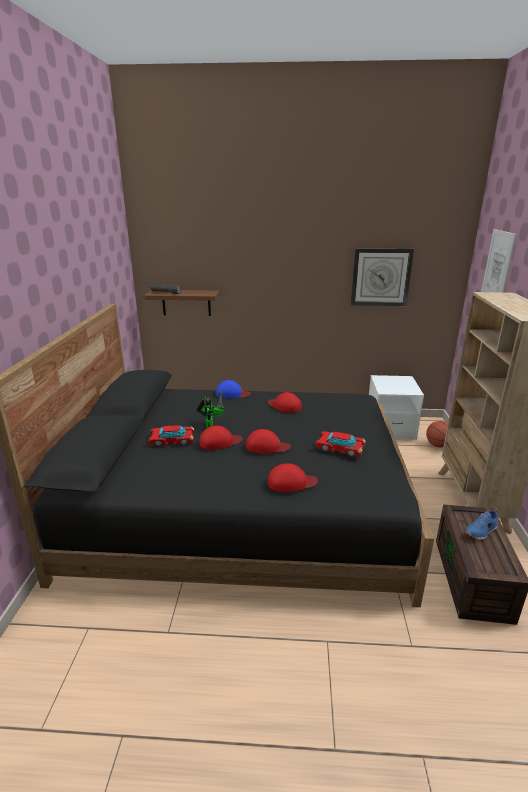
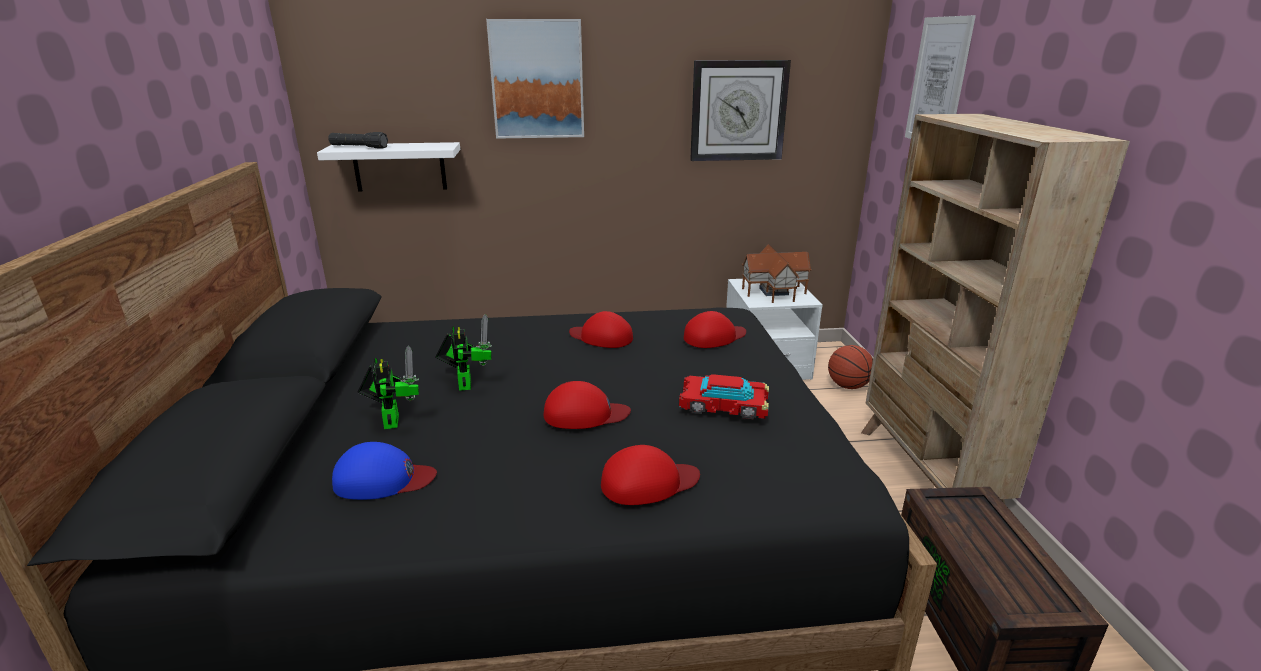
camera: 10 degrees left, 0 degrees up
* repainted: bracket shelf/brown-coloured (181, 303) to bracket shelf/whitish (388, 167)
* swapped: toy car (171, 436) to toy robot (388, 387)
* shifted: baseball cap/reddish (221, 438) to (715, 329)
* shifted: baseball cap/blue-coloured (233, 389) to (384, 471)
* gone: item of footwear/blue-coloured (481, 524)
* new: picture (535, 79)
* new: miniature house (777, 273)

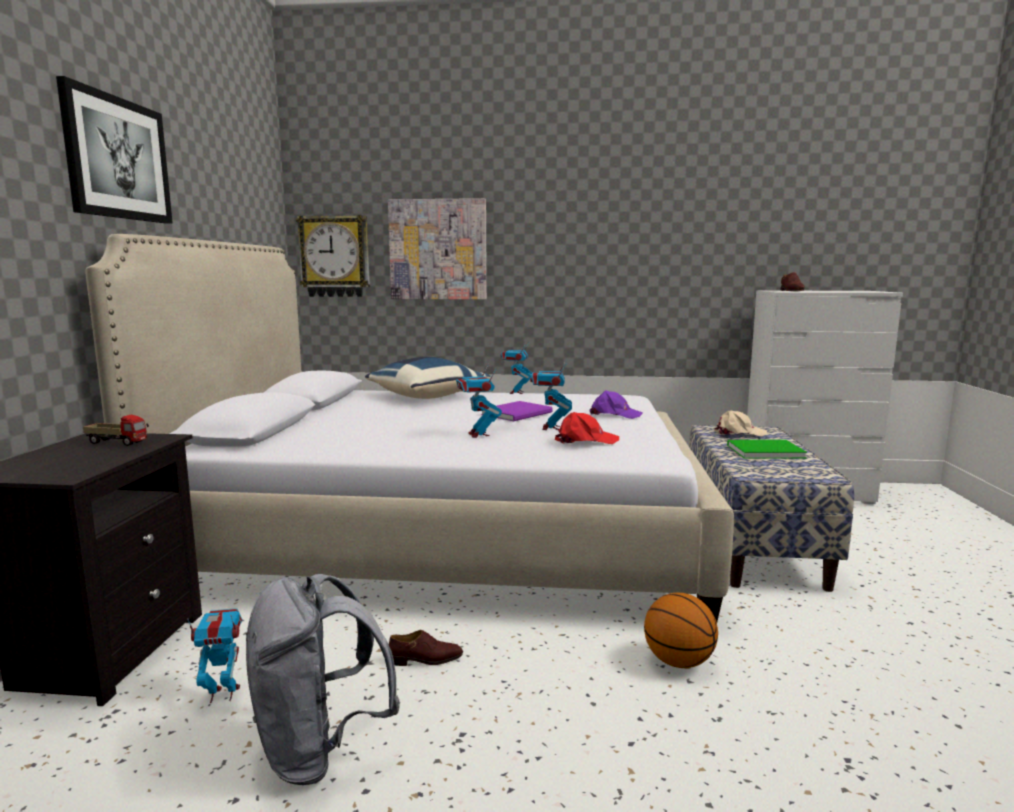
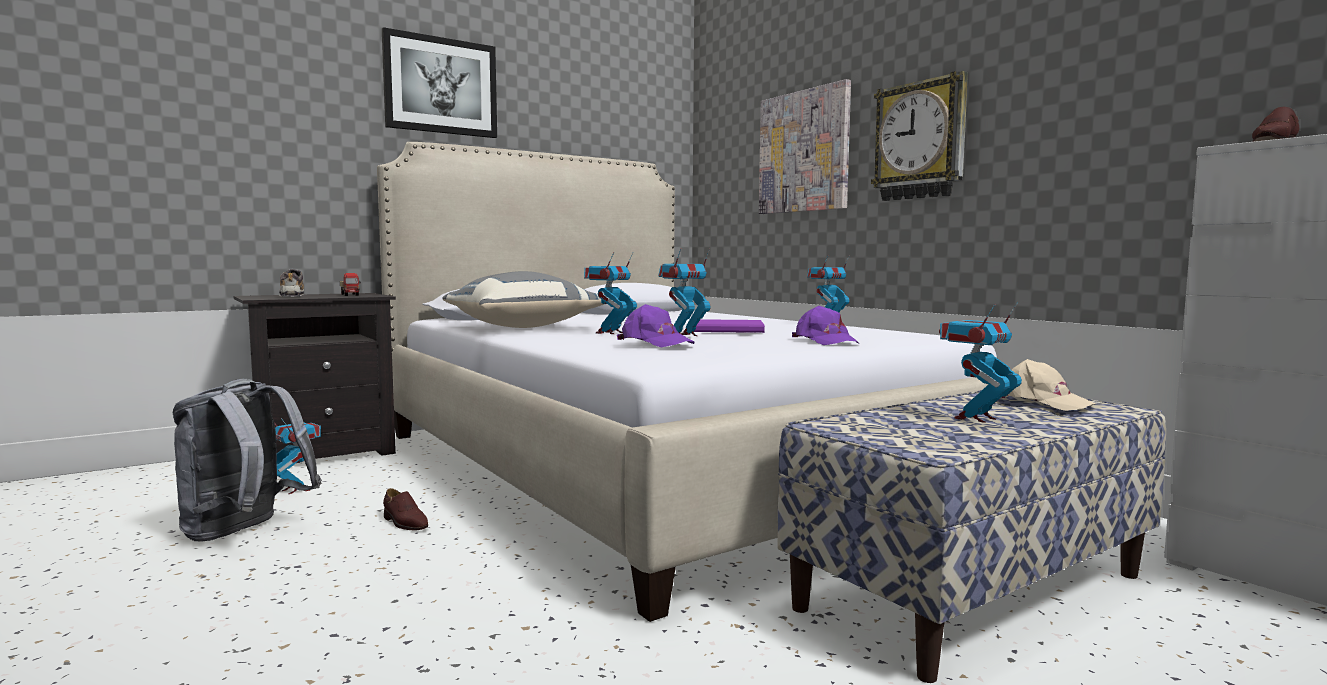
camera: 50 degrees right, 5 degrees down
* shifted: wall clock (333, 256) to (919, 136)
* gone: cushion/blue-coloured (427, 378)
* repainted: baseball cap/reddish (587, 428) to baseball cap/purple (655, 325)
* gone: basketball ball (681, 630)
* swapped: bound book/green (767, 449) to toy robot (980, 362)
* new: item of footwear (291, 283)
* new: cushion/grey (523, 299)

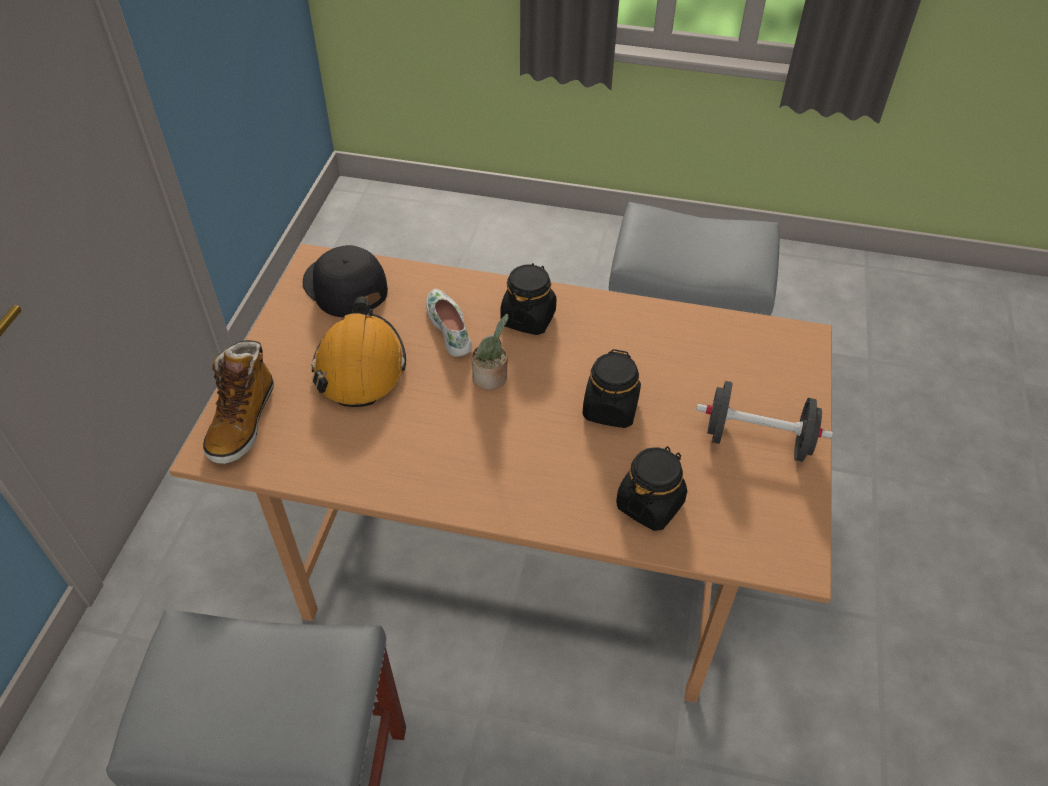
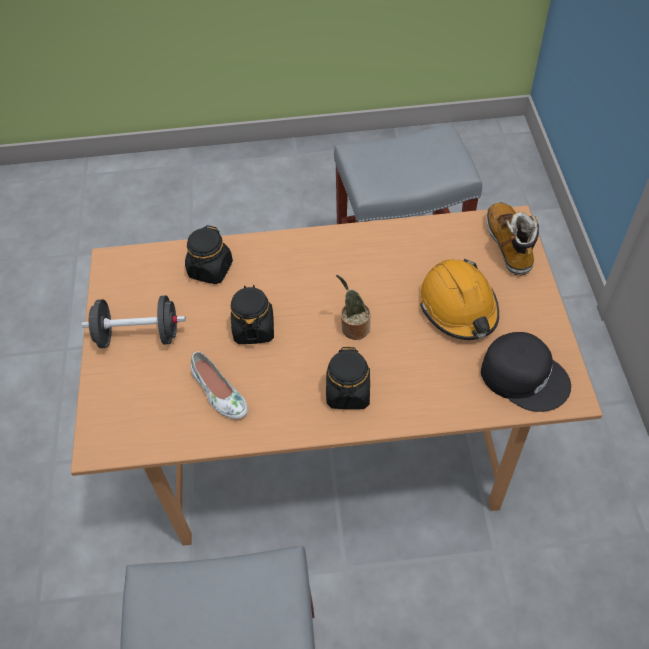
camera: 165 degrees right, 5 degrees up
* shifted: item of footwear/whitish (449, 323) to (219, 385)

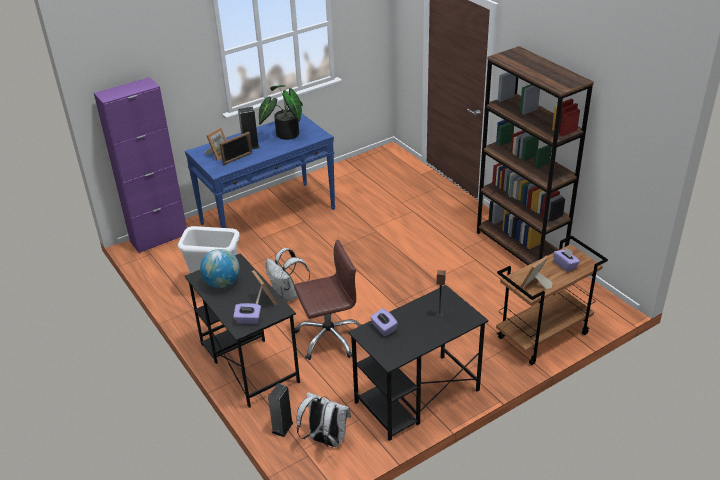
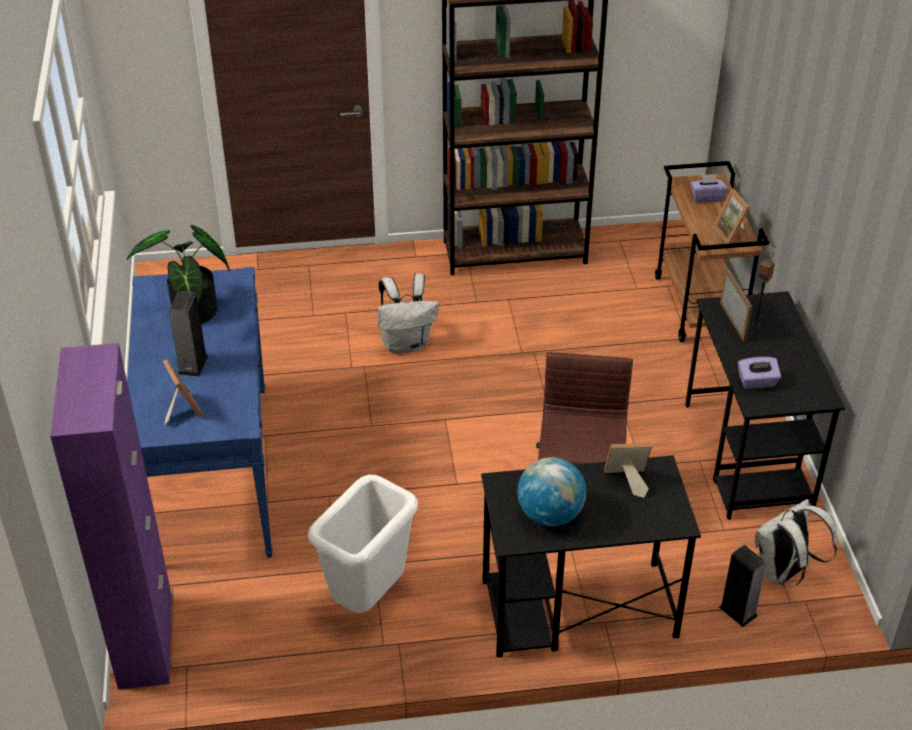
camera: 65 degrees left, 5 degrees up
* shifted: photo frame (236, 148) to (736, 305)
* gone: tissue box/purple (247, 313)
* shifted: backpack/whitish (288, 275) to (408, 314)

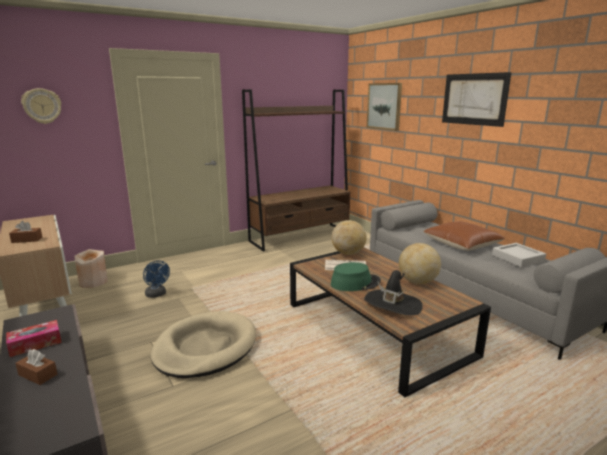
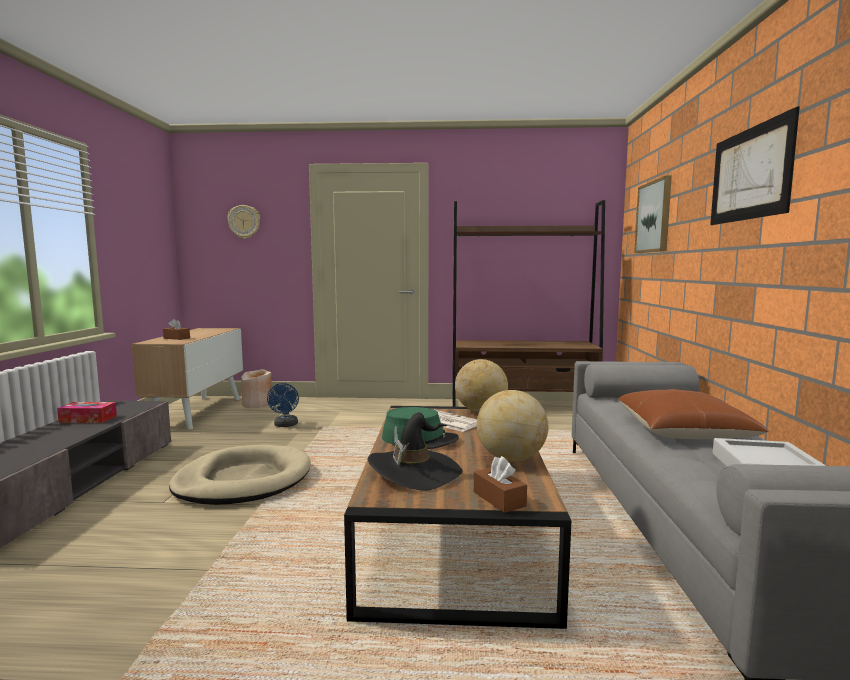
camera: 35 degrees right, 10 degrees down
* shifted: tissue box/brown-coloured (36, 367) to (500, 484)

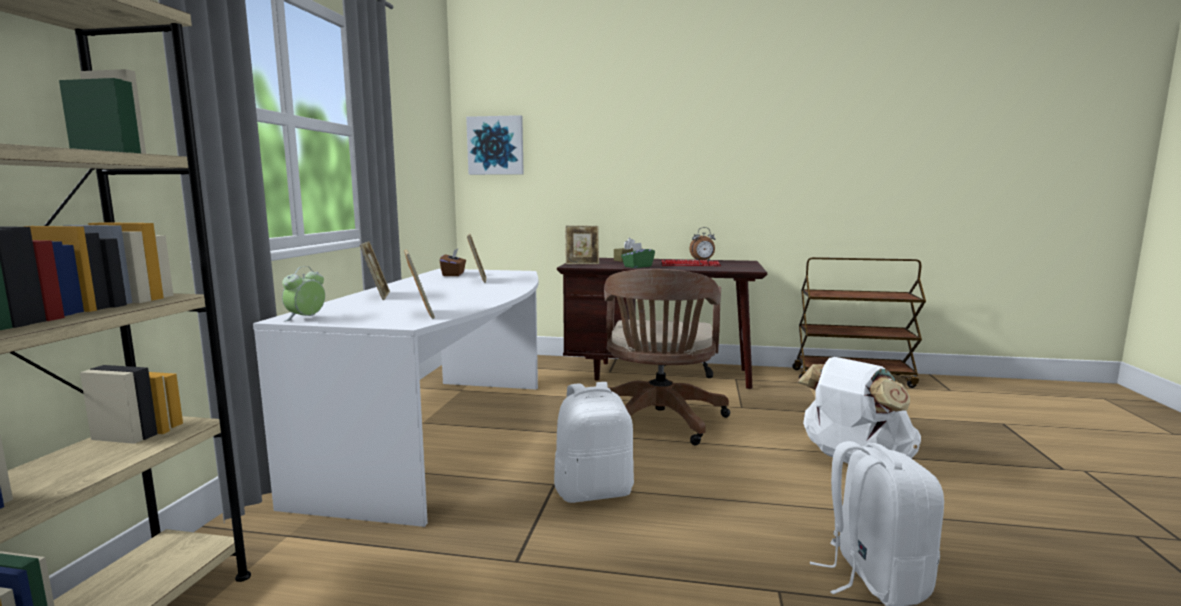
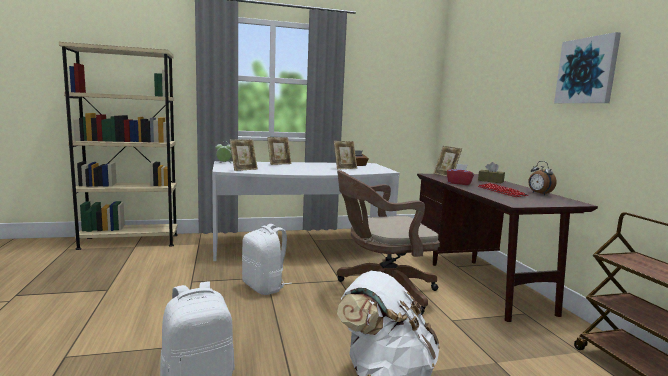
camera: 65 degrees right, 0 degrees up
* shifted: picture (495, 145) to (587, 67)
* repainted: tissue box/green (638, 255) to tissue box/reddish (460, 174)

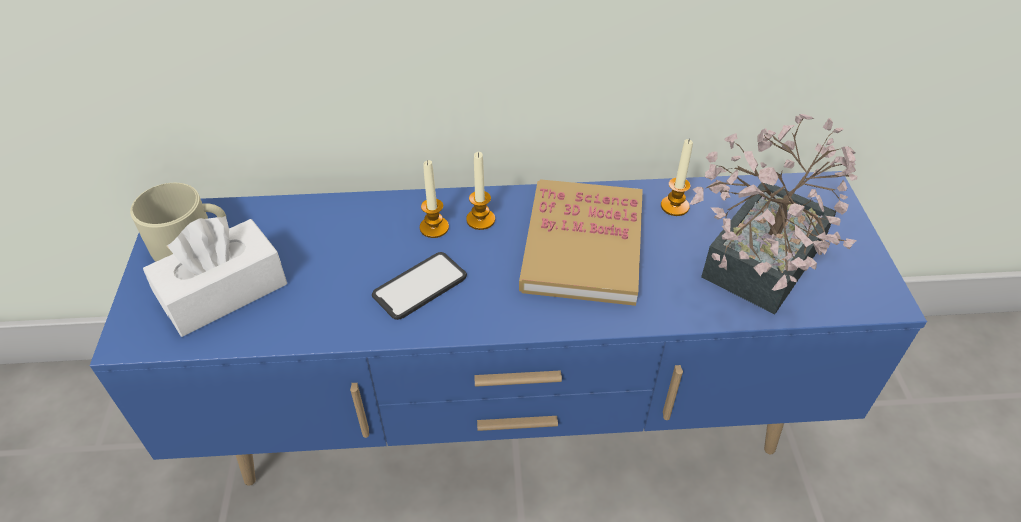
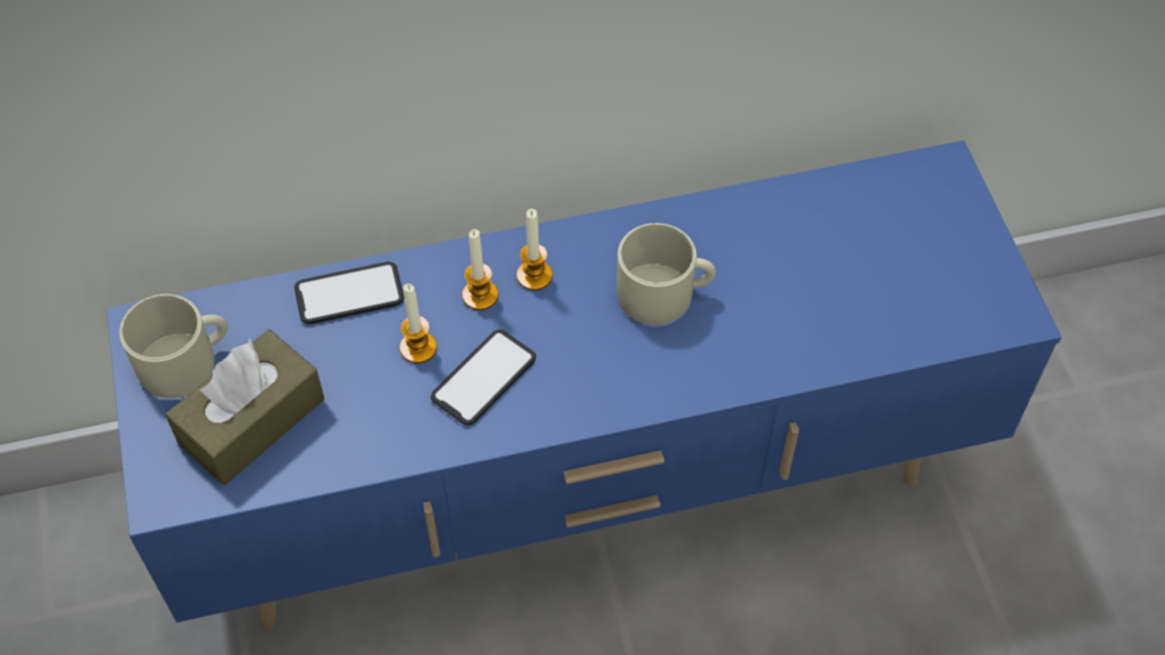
camera: 10 degrees left, 10 degrees up
* repainted: tissue box/whitish (215, 276) to tissue box/brown-coloured (244, 407)
* swapped: bound book (581, 242) to coffee mug/beige-coloured (666, 274)
* shifted: wax light (677, 177) to (418, 323)
* gone: potted plant (773, 214)
* new: handset (349, 293)

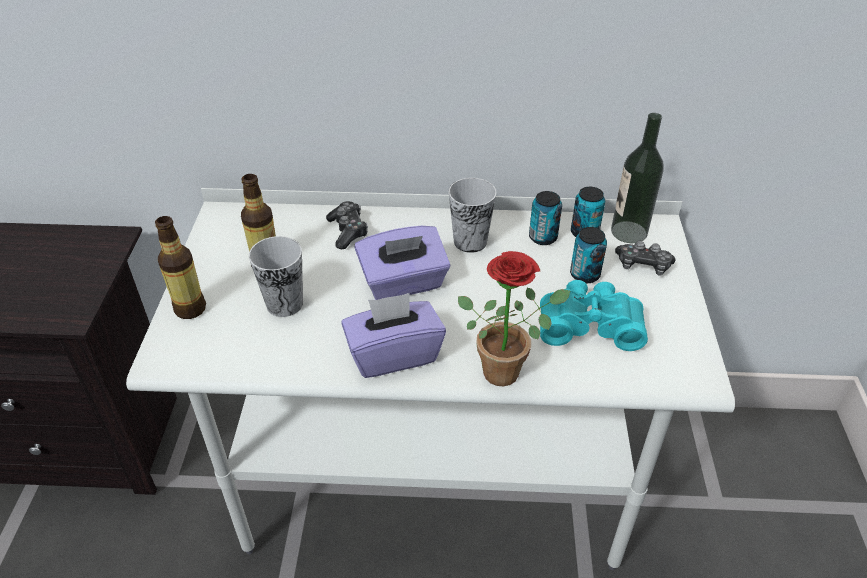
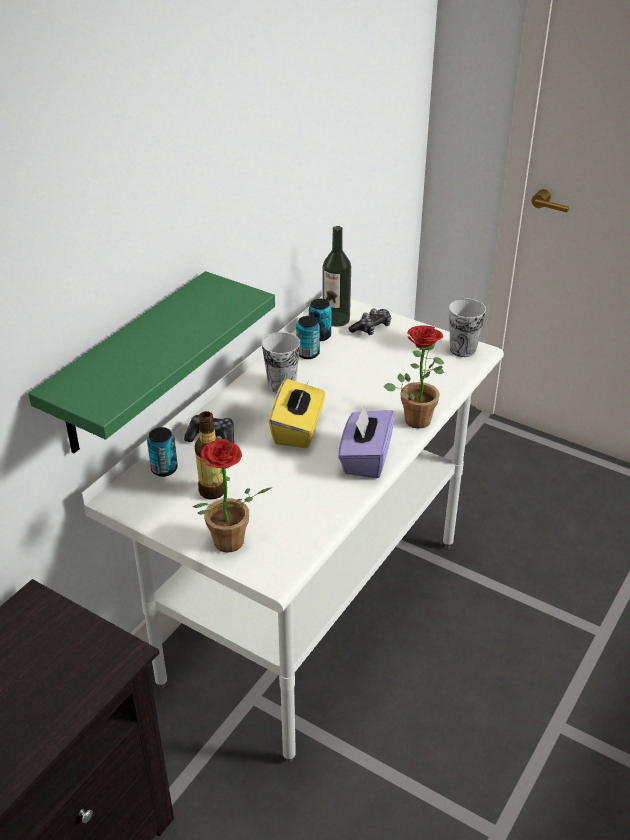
camera: 60 degrees left, 5 degrees down
* swapped: bottle (180, 267) to potted plant (232, 496)
* shifted: small cup (276, 276) to (467, 327)
* repainted: tissue box/purple (402, 263) to tissue box/yellow-coloured (297, 413)
* gone: pair of binoculars/blue-green (594, 315)
* shifted: metal can (588, 255) to (162, 452)
* new: bracket shelf/green (151, 362)

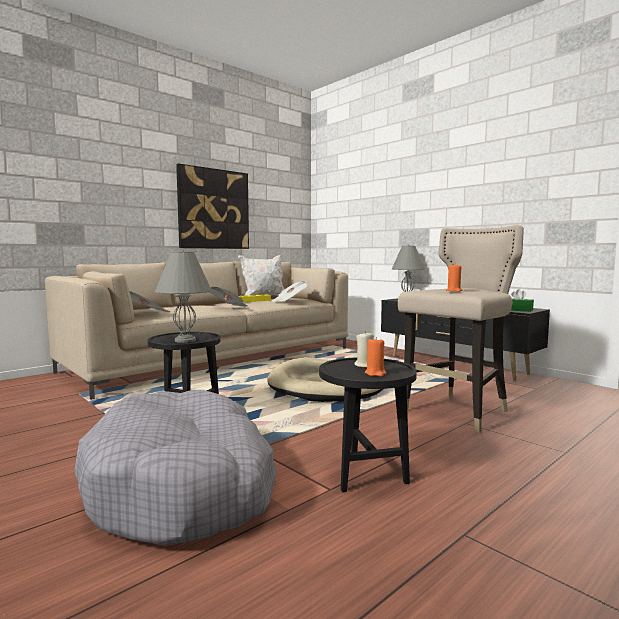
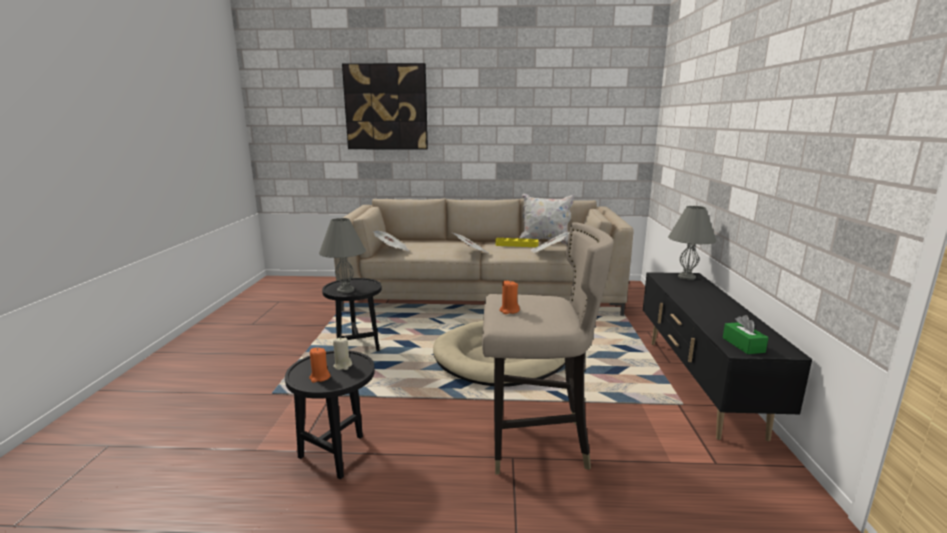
camera: 45 degrees right, 10 degrees up
* gone: pet bed/grey (175, 468)
* shifted: picture (212, 206) to (385, 106)

